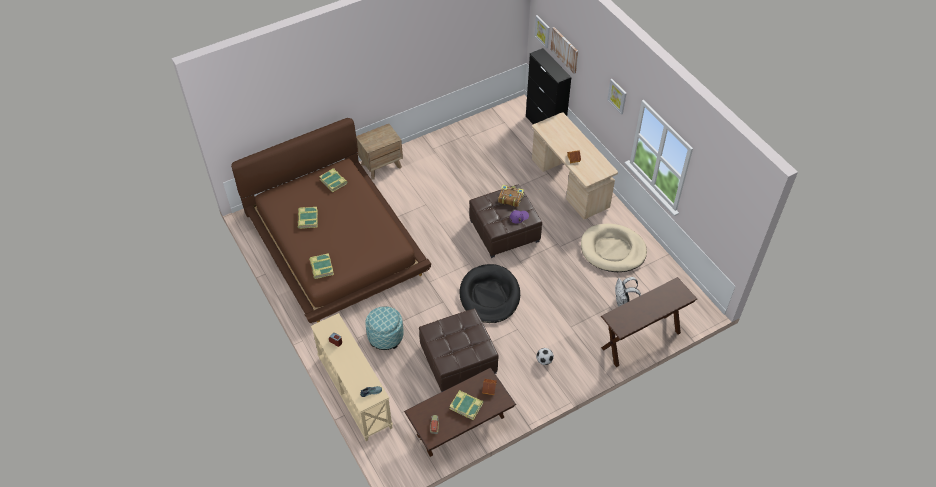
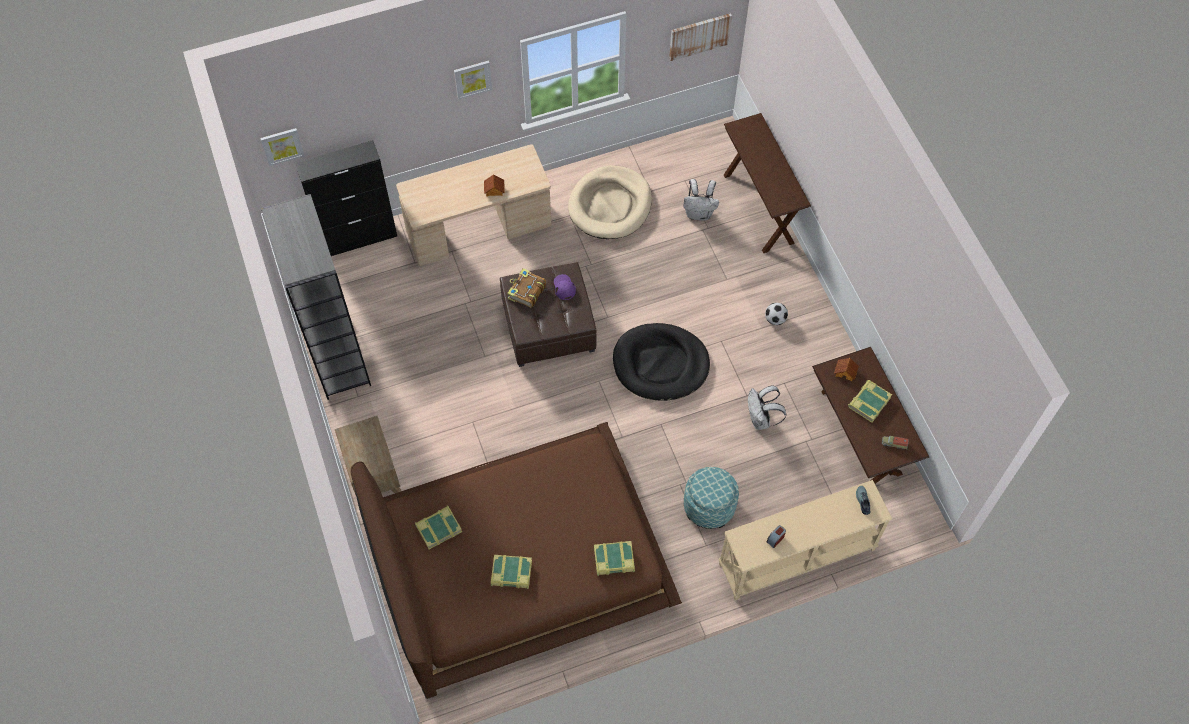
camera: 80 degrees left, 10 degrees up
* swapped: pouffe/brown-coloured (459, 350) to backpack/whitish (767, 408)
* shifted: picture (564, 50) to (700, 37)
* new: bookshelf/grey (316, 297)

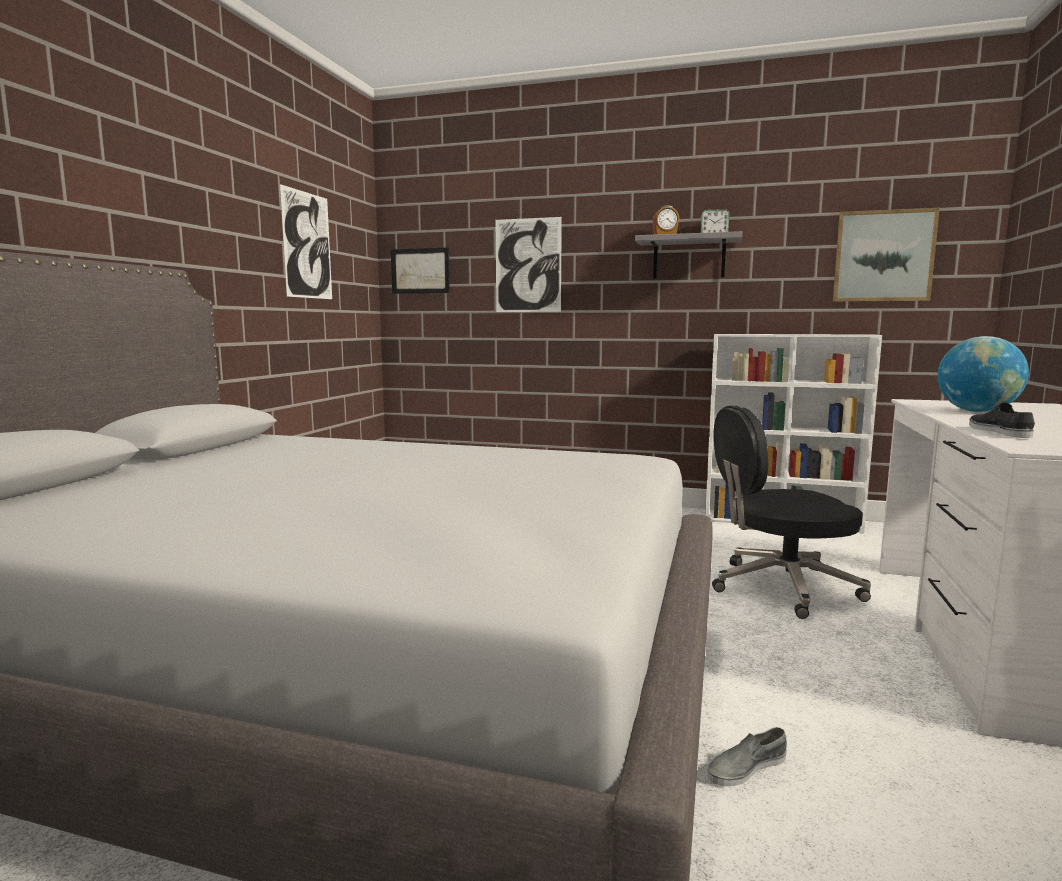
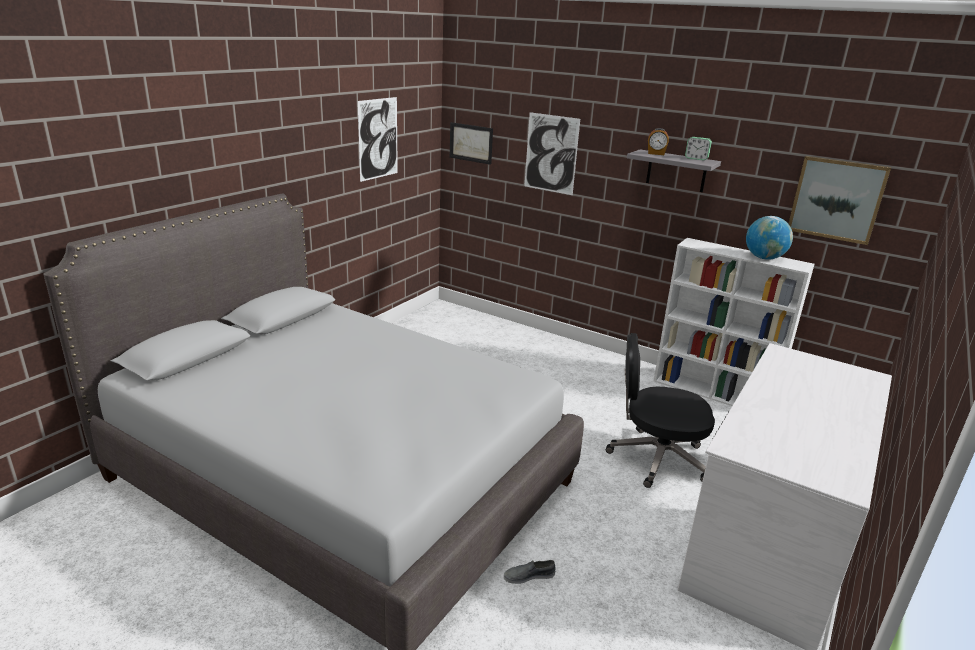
camera: 15 degrees right, 15 degrees up
* shifted: desk globe (983, 374) to (769, 238)
* gone: item of footwear/black (1002, 420)

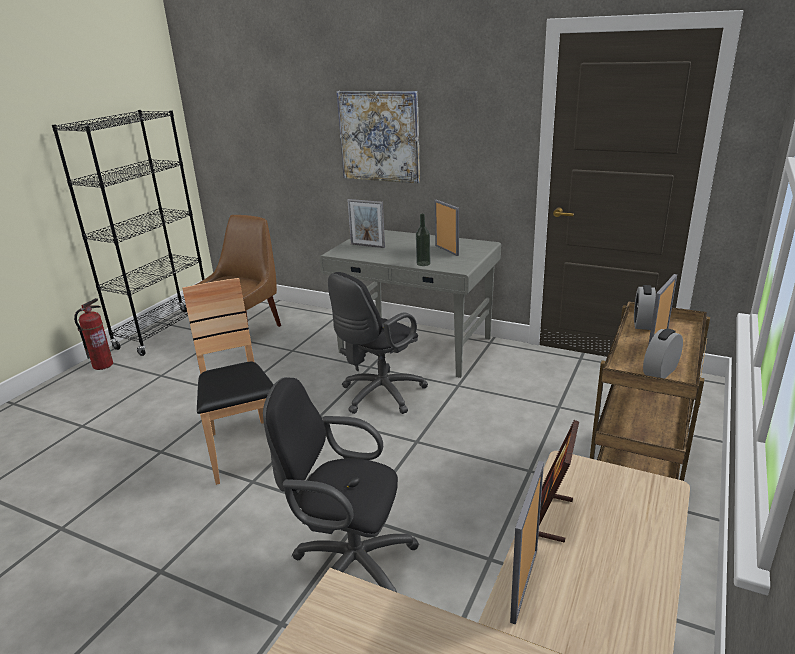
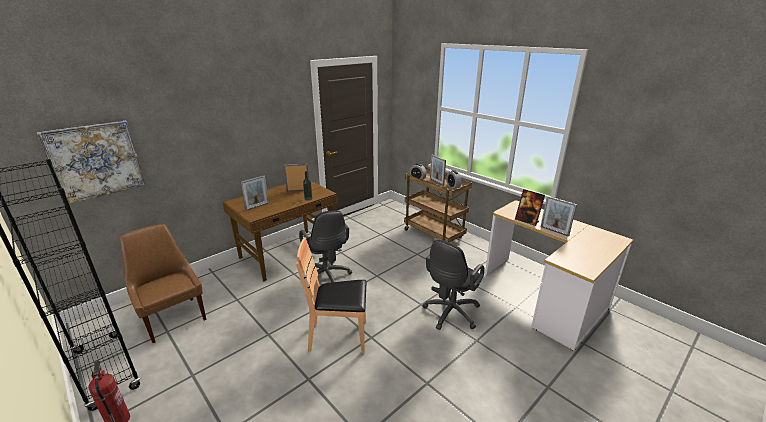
camera: 70 degrees left, 0 degrees up
* repainted: desk/grey (410, 304) to desk/brown-coloured (280, 231)
* shifted: picture (378, 137) to (91, 162)

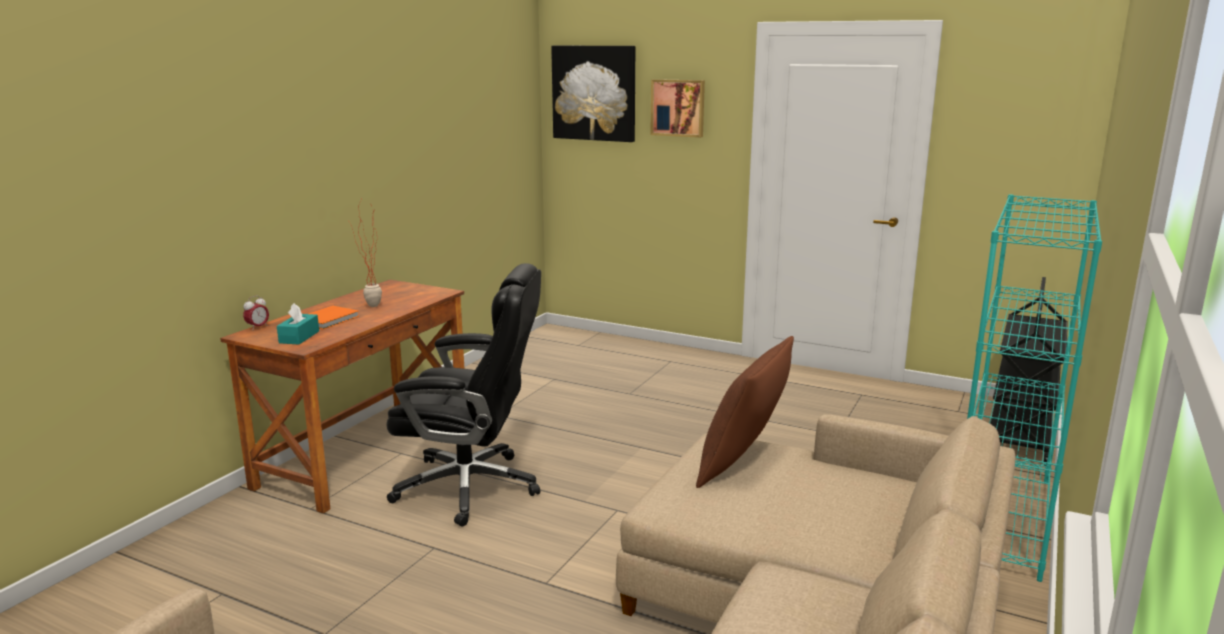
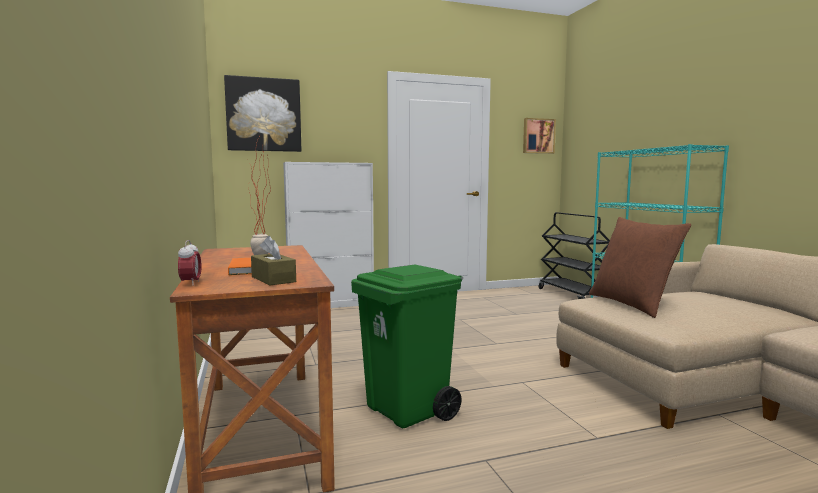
camera: 45 degrees left, 10 degrees down
* repainted: tissue box/blue-green (298, 324) to tissue box/brown-coloured (273, 261)
* swapped: desk chair/black (464, 395) to rubbish bin/green (407, 346)
* shifted: picture (677, 108) to (539, 136)
* new: cabinet/whitish (328, 235)

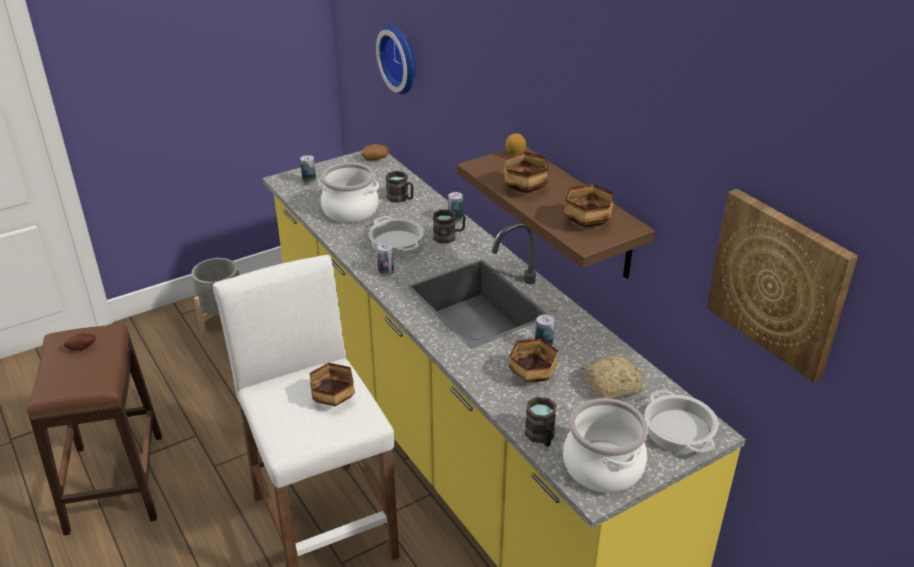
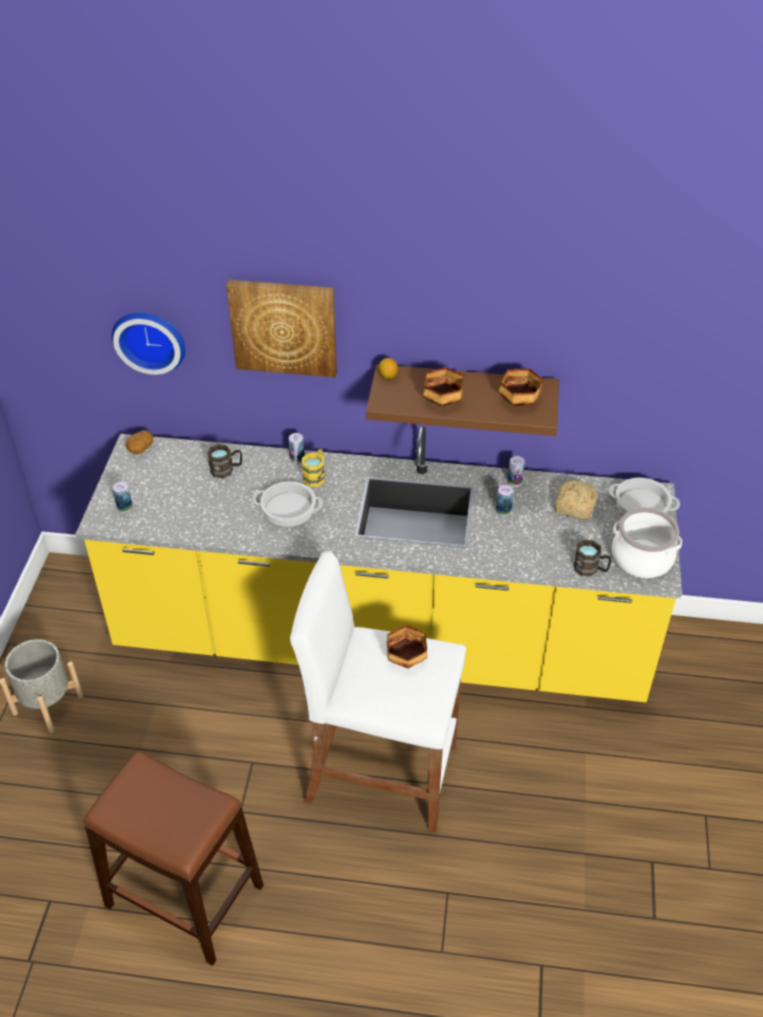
camera: 50 degrees left, 10 degrees up
* gone: spud (80, 342)
* gone: saucepot (348, 193)
* shifted: metal can (385, 259) to (516, 471)
* repainted: coffee mug/brown-coloured (449, 226) to coffee mug/yellow-coloured (313, 468)
* gone: serving bowl (533, 360)
* shifted: picture (782, 286) to (281, 328)

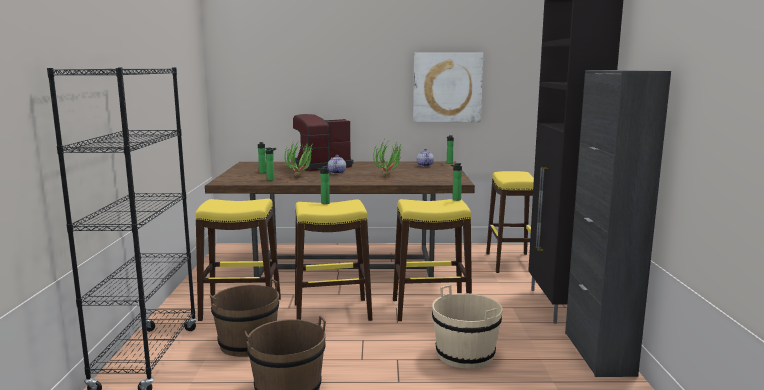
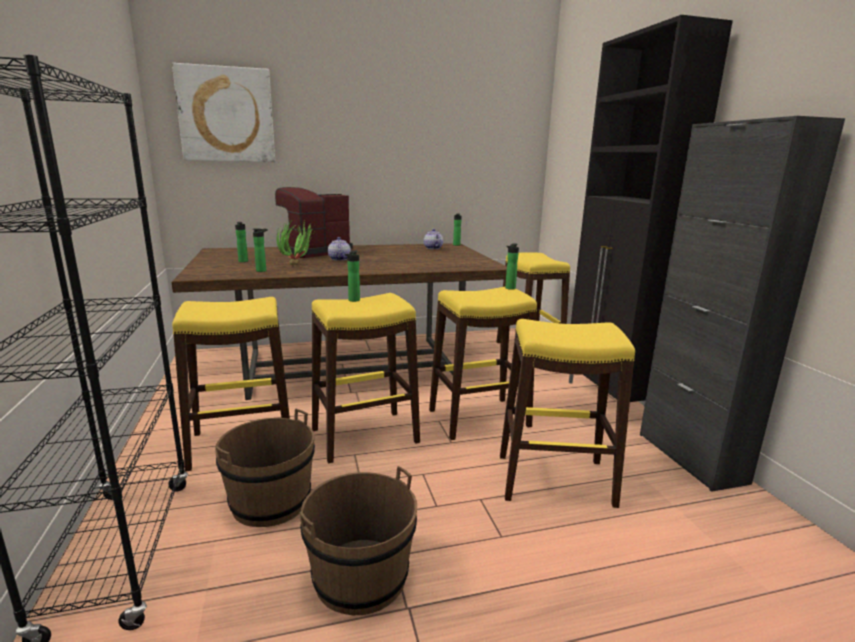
camera: 15 degrees left, 5 degrees up
* gone: potted plant (387, 158)
* shifted: picture (448, 87) to (223, 112)
* swapped: water bucket/beige-coloured (467, 327) to stool seat/yellow-coloured (567, 413)

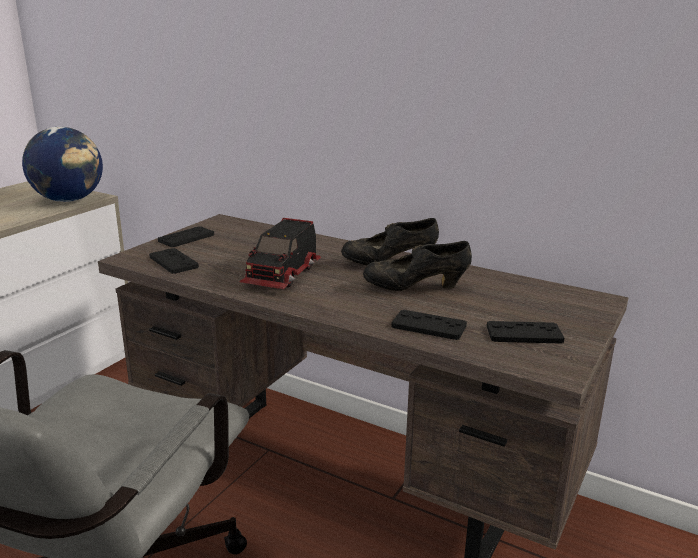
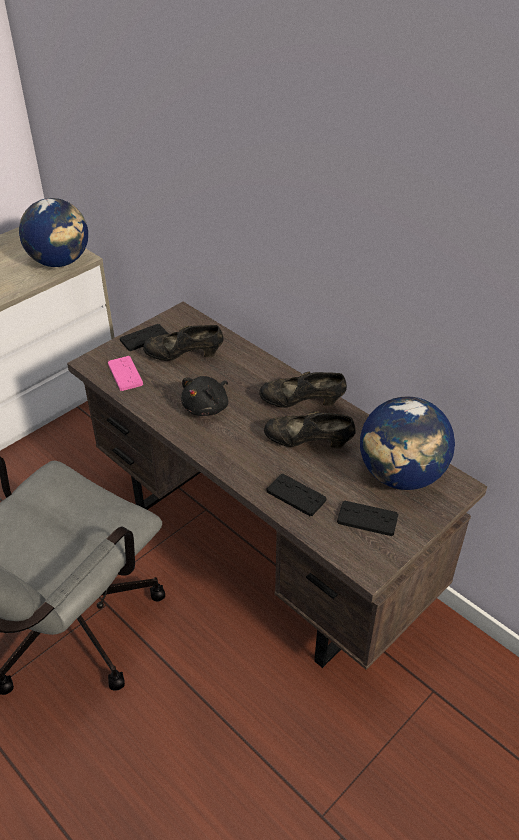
camera: 15 degrees right, 20 degrees up
* repainted: game controller/black (174, 261) to game controller/pinkish (125, 373)
* swapped: model truck (280, 253) to soft toy/black (204, 396)
* new: item of footwear/black (183, 343)
* new: desk globe (407, 443)

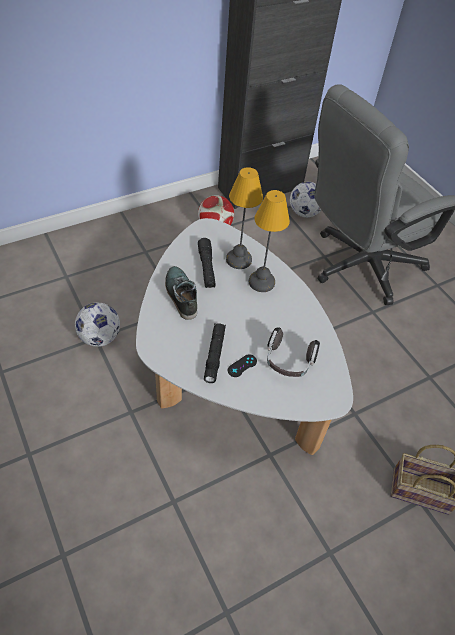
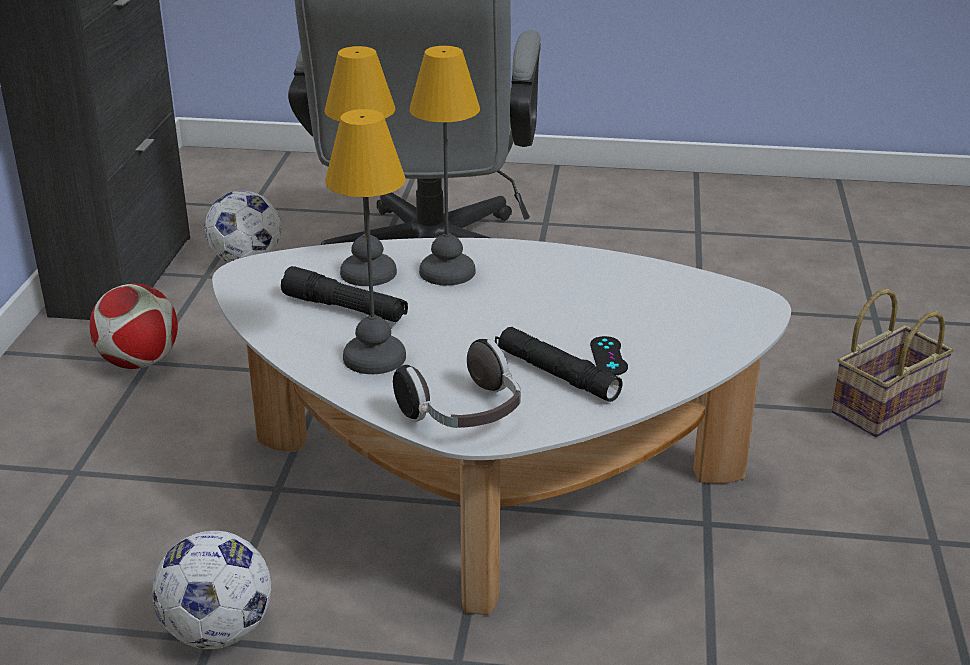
camera: 50 degrees left, 20 degrees down
* swapped: item of footwear (181, 293) to table lamp (365, 241)
* shifted: pair of headphones (293, 352) to (457, 383)

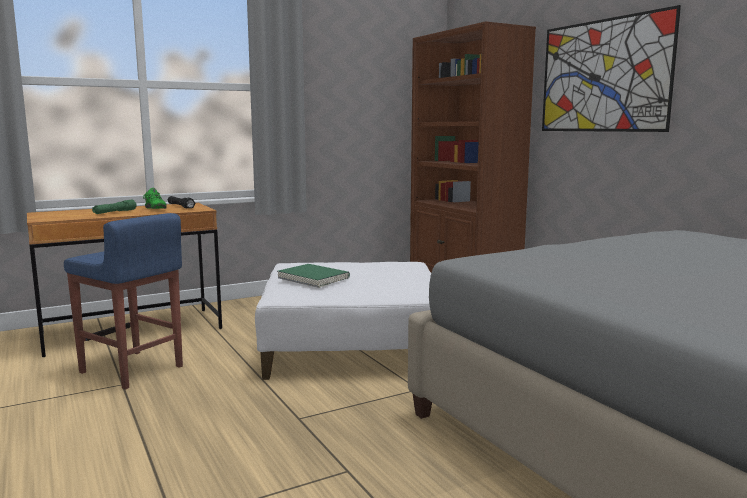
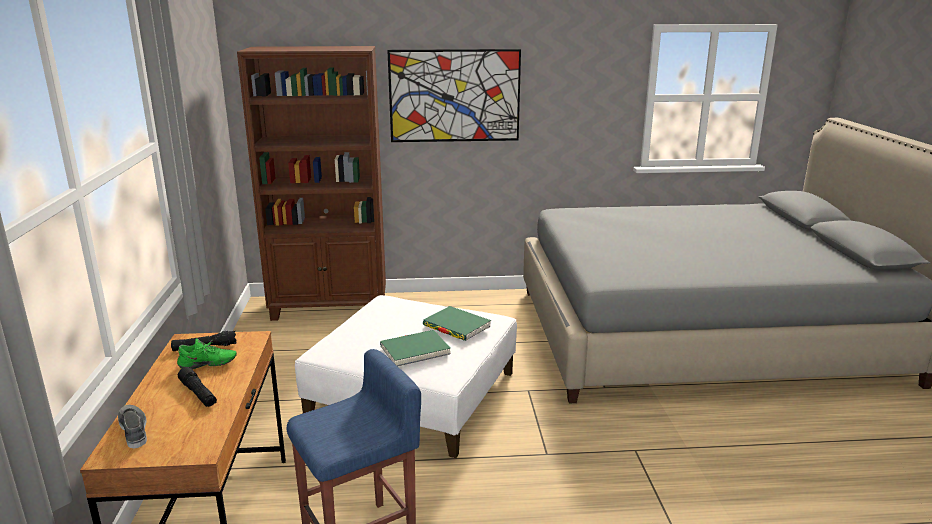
camera: 65 degrees left, 10 degrees up
* repainted: flashlight/green (114, 207) to flashlight/black (197, 387)
* new: item of footwear/grey (132, 427)
* new: bound book/green (457, 323)

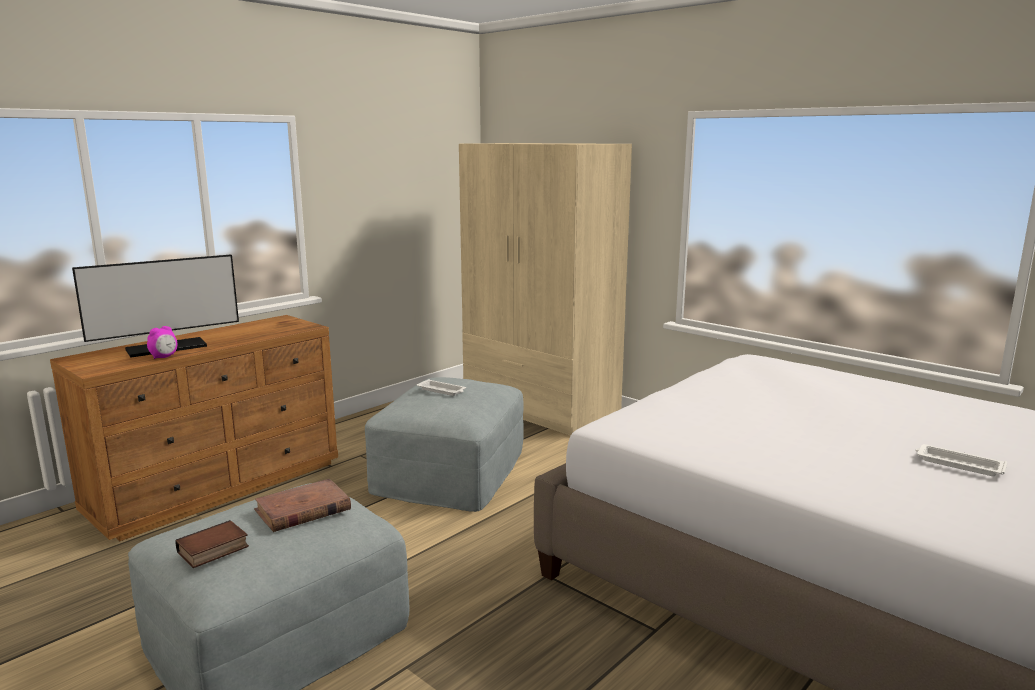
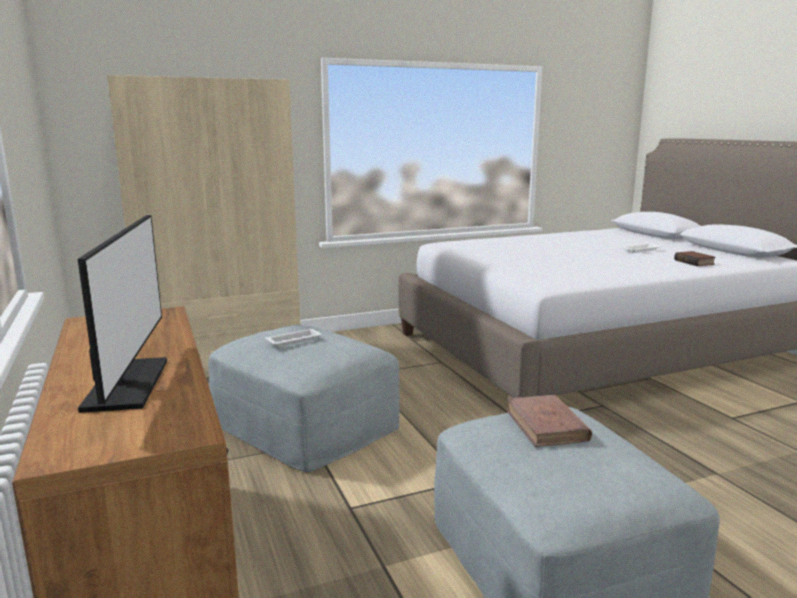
camera: 65 degrees left, 0 degrees up
* gone: alarm clock (162, 342)
* shifted: bound book (212, 544) to (695, 258)

